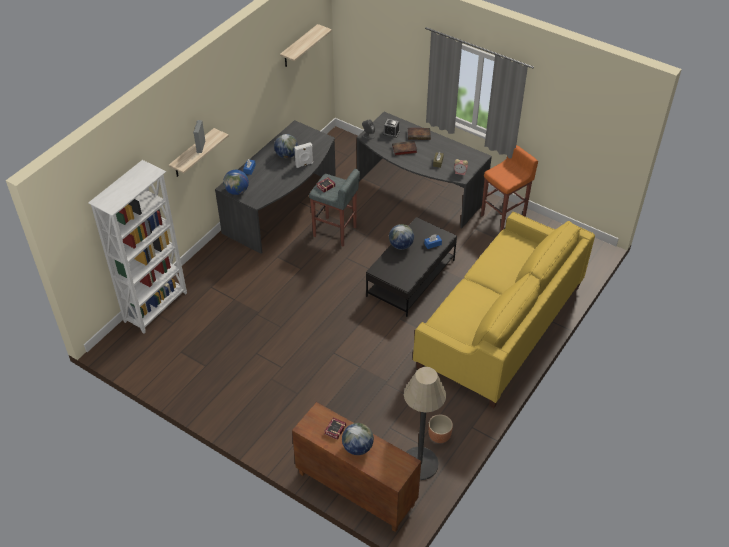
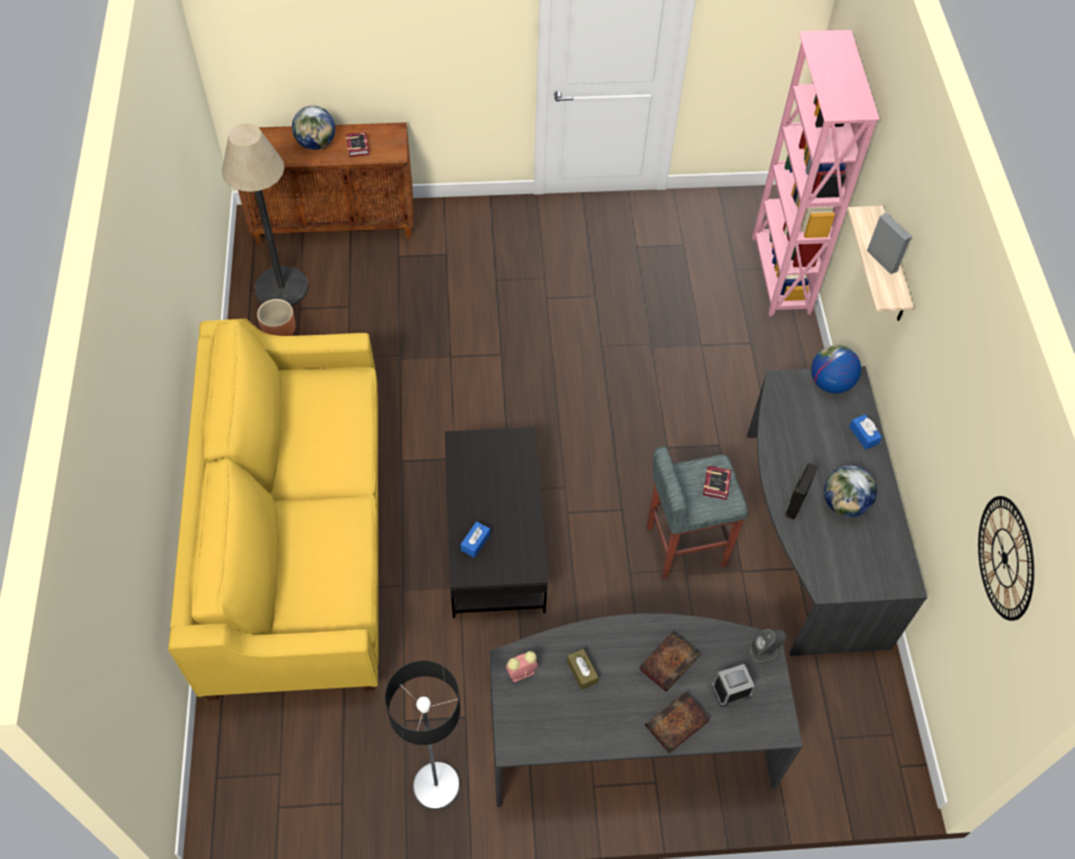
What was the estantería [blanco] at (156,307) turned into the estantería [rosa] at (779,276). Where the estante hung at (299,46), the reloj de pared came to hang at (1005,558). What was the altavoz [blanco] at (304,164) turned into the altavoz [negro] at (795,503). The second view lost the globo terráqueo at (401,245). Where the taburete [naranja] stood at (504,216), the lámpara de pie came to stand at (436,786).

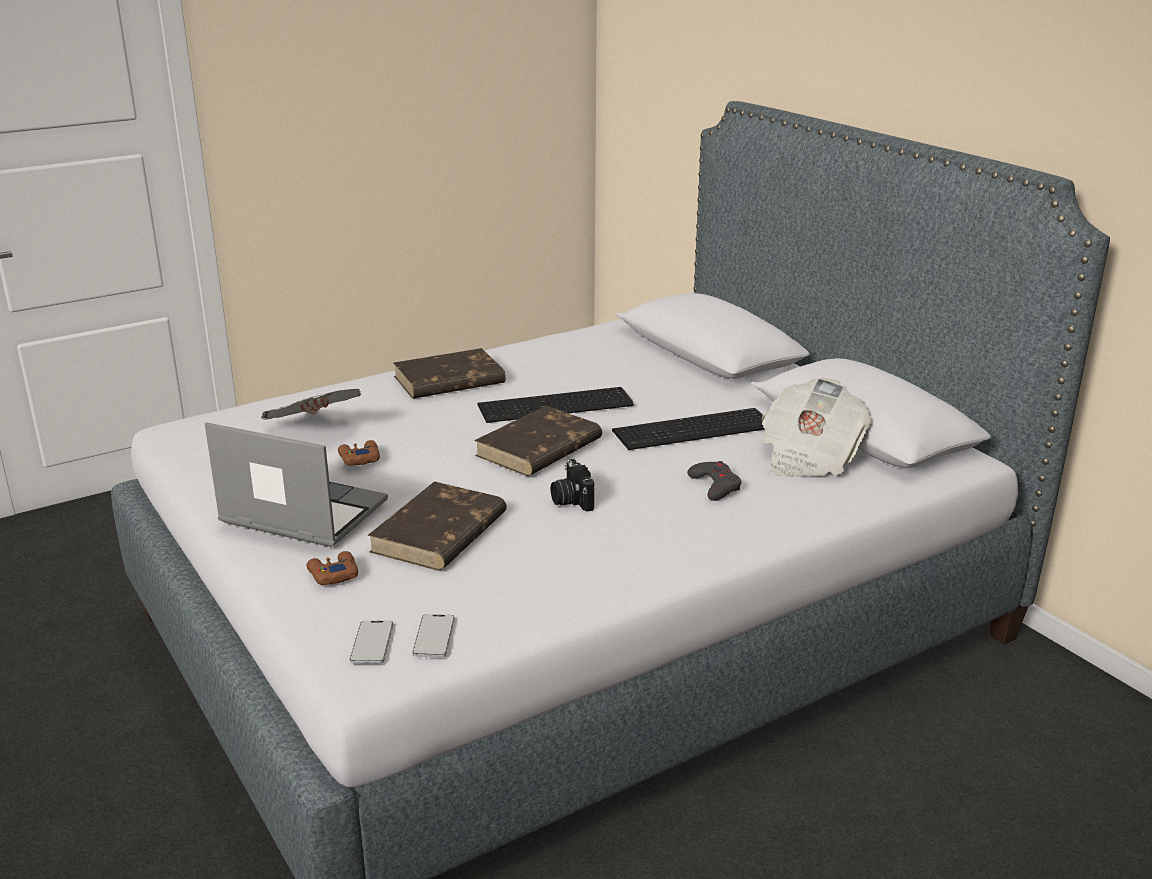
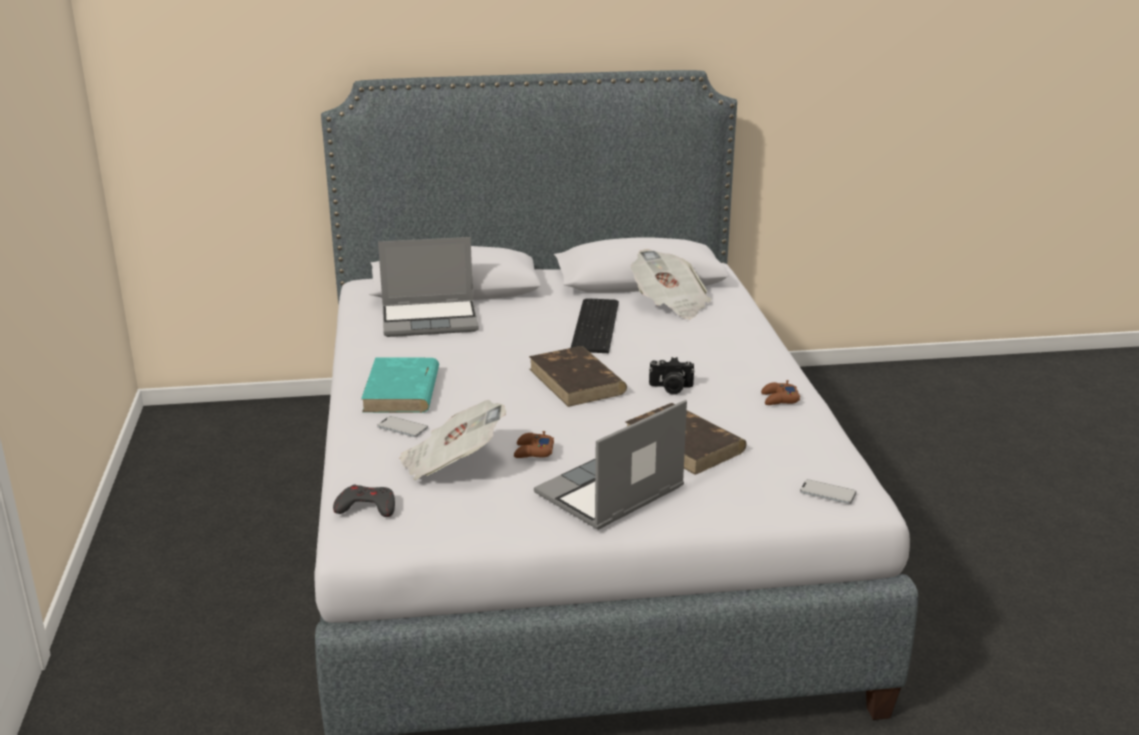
The mando de consola [marrón] ended up elsewhere, having gone from (333,574) to (779,399). What was the libro [marrón] at (448,380) turned into the libro [turquesa] at (401,391). The móvil ended up elsewhere, having gone from (434,637) to (402,428). The second view lost the teclado at (558,406). The mando de consola [gris] ended up elsewhere, having gone from (715,485) to (366,507). The second view gained the portátil at (431,320).

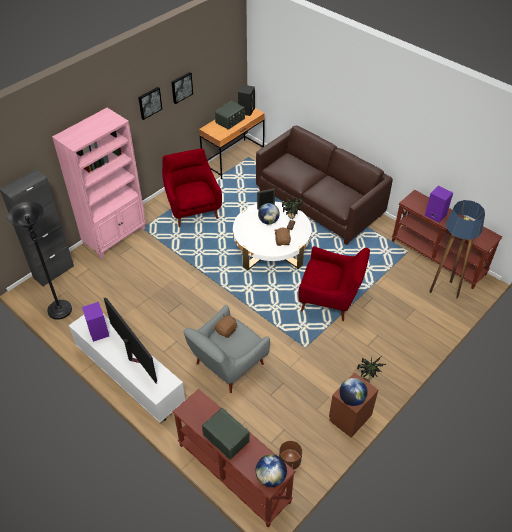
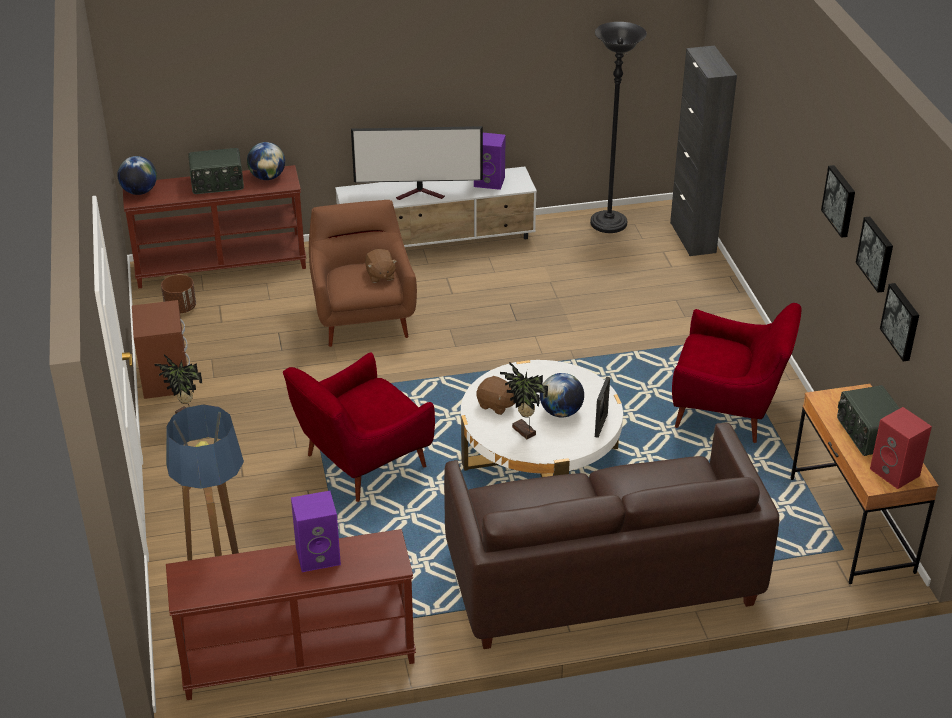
The second view lost the estantería [rosa] at (115,236). What was the sillón [gris] at (227,366) turned into the sillón [marrón] at (363,317). What was the altavoz [negro] at (246,110) turned into the altavoz [rojo] at (896,472). The globo terráqueo ended up elsewhere, having gone from (351,399) to (267,177). The second view gained the cuadro at (902,321).

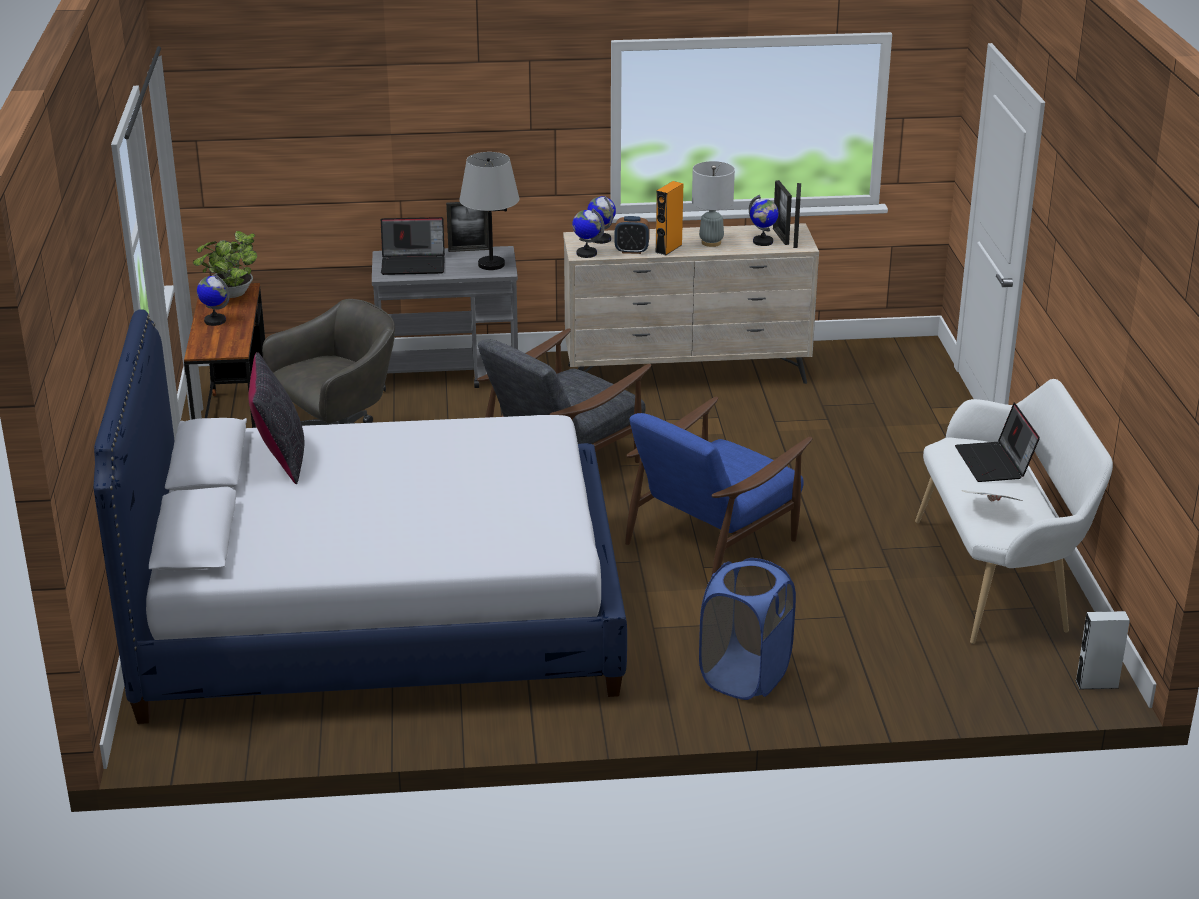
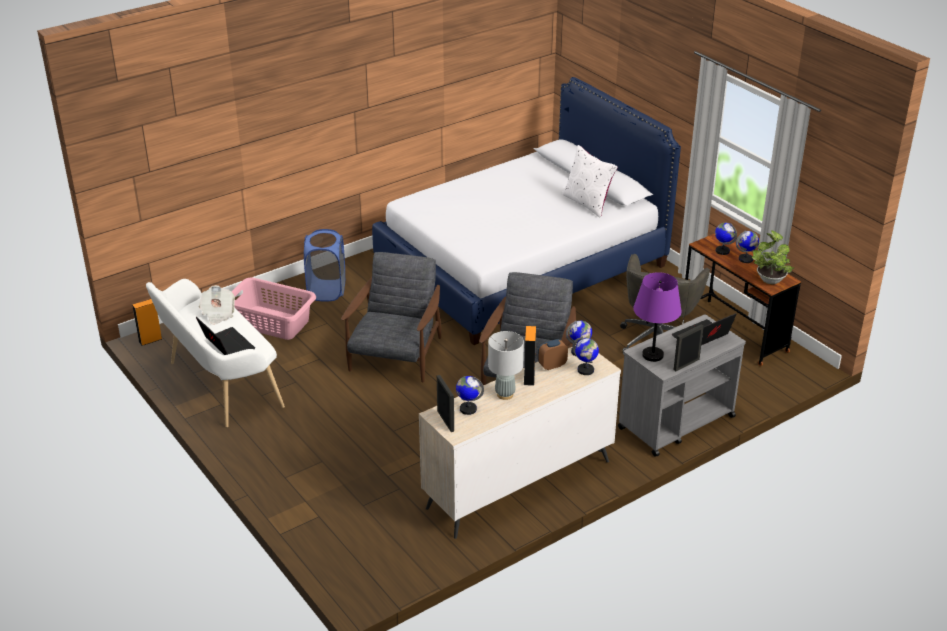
What was the cojín [negro] at (280,458) turned into the cojín [blanco] at (587,203). What was the lámpara de mesa [gris] at (491,265) turned into the lámpara de mesa [morado] at (652,355). What was the sillón [azul] at (713,538) turned into the sillón [gris] at (396,356). The second view lost the portarretratos at (780,236). What was the altavoz [blanco] at (1097,684) turned into the altavoz [naranja] at (150,340). The second view gained the cesto de la ropa [rosa] at (272,322). The second view gained the globo terráqueo at (722,251).

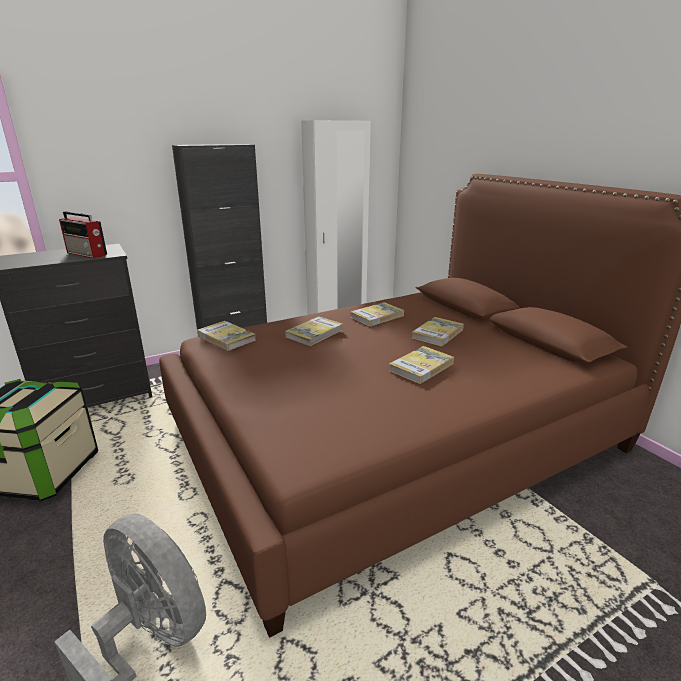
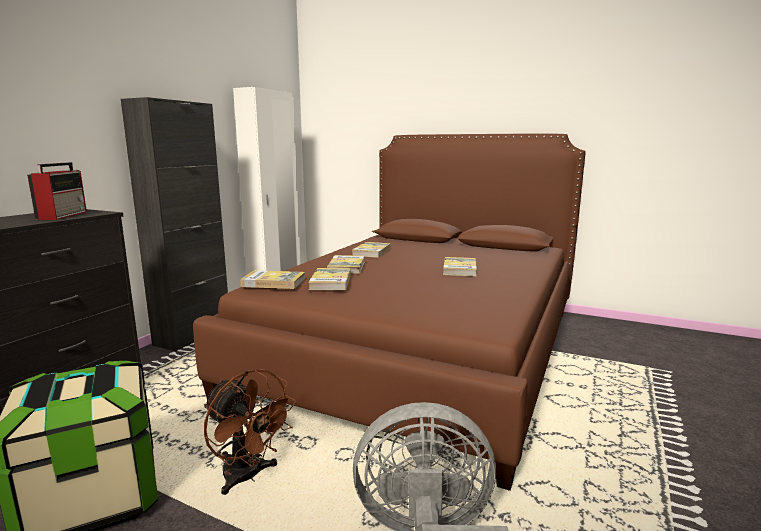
The radio at (87,254) ended up facing another way, 90 degrees counterclockwise from before. The libro ended up elsewhere, having gone from (437,334) to (330,282). The second view gained the ventilador [marrón] at (248,477).

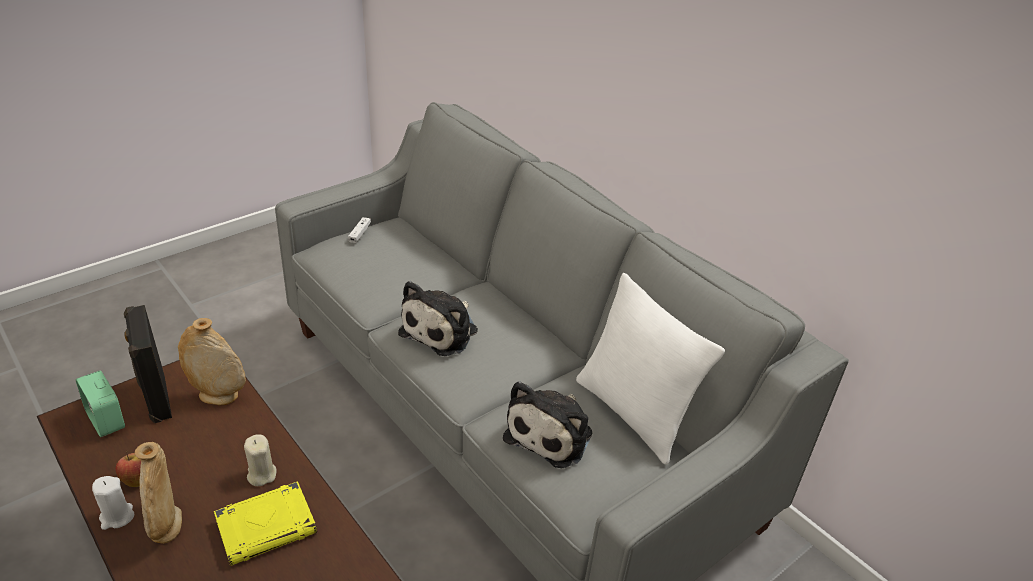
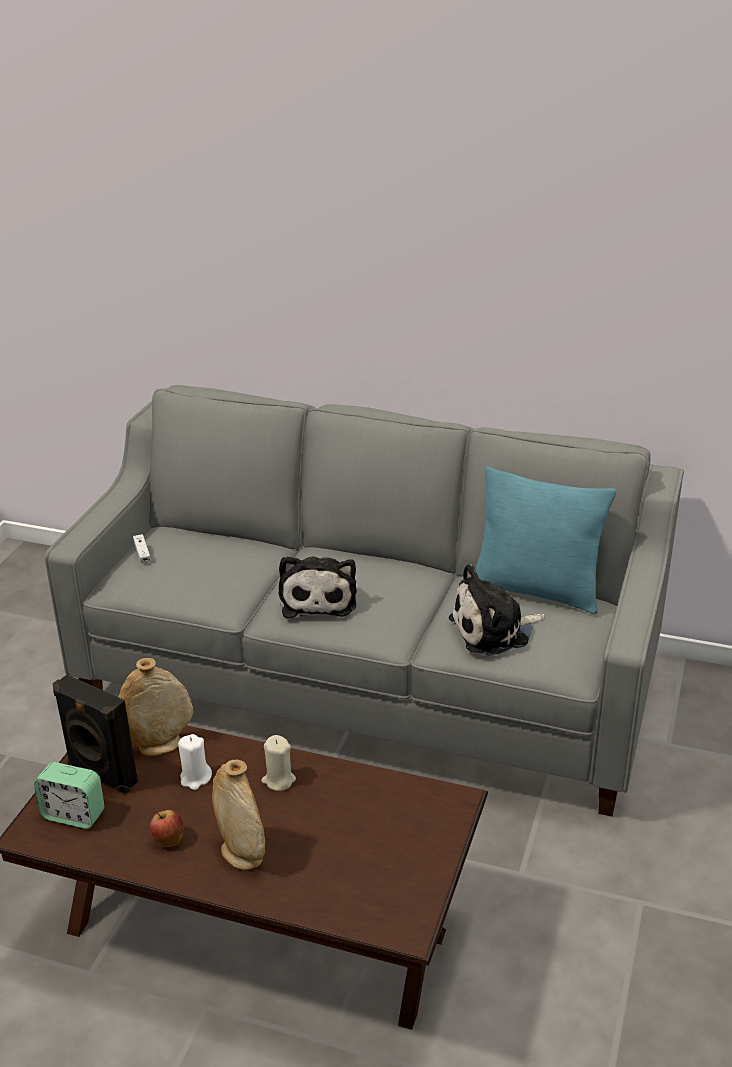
The vela [blanco] ended up elsewhere, having gone from (117,517) to (195,778). The second view lost the libro [amarillo] at (267,527). The peluche at (552,433) ended up facing another way, 75 degrees clockwise from before. What was the cojín [blanco] at (633,413) turned into the cojín [turquesa] at (536,591).

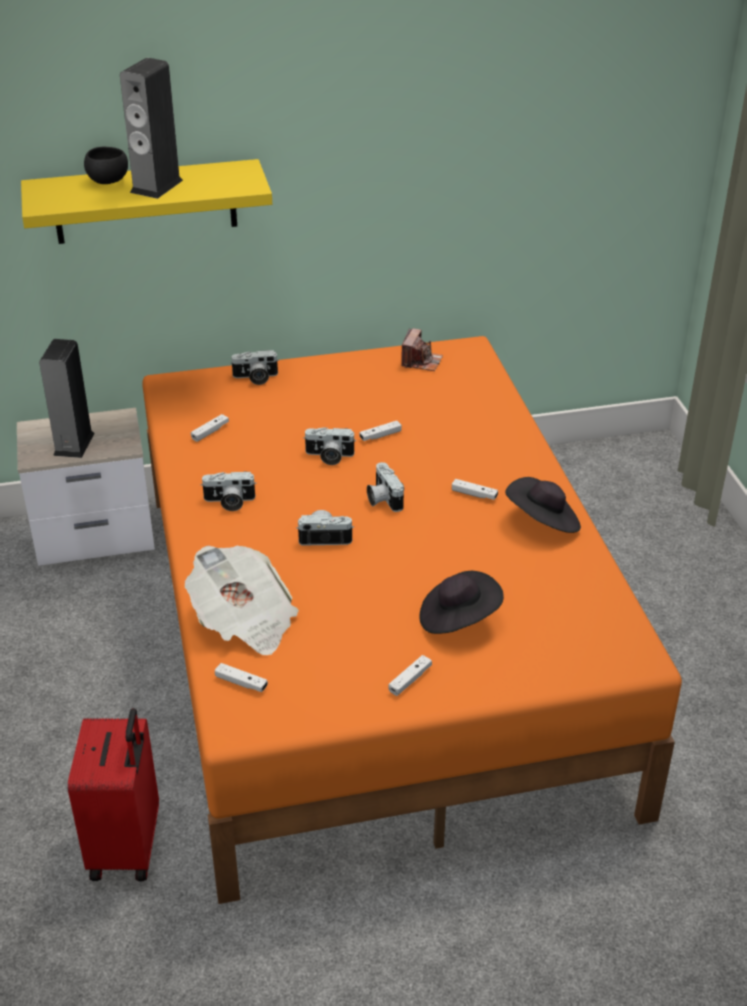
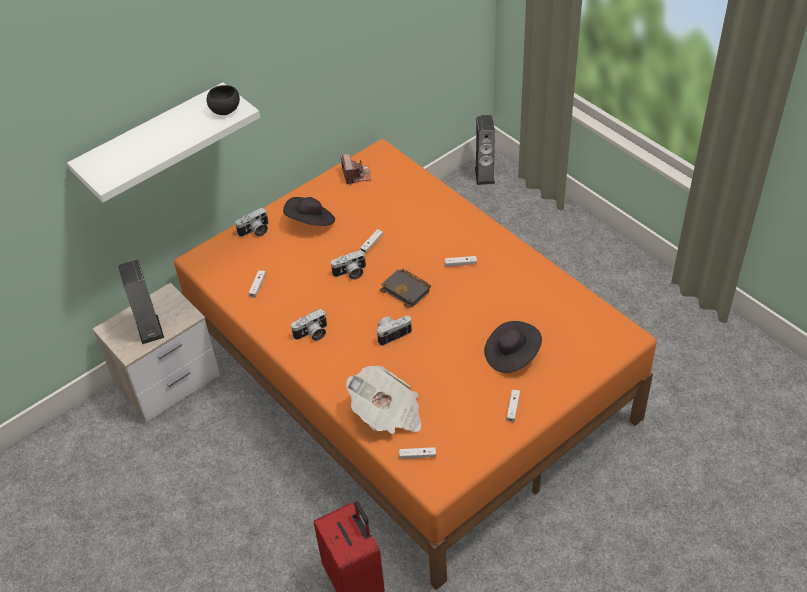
What was the estante [amarillo] at (145,202) turned into the estante [blanco] at (153,141). The cuenco [negro] ended up elsewhere, having gone from (108,181) to (225,110). The altavoz ended up elsewhere, having gone from (156,186) to (484,175). Where the cámara stood at (382,499), the libro [negro] came to stand at (407,290). The sombrero [negro] ended up elsewhere, having gone from (543,522) to (311,222).

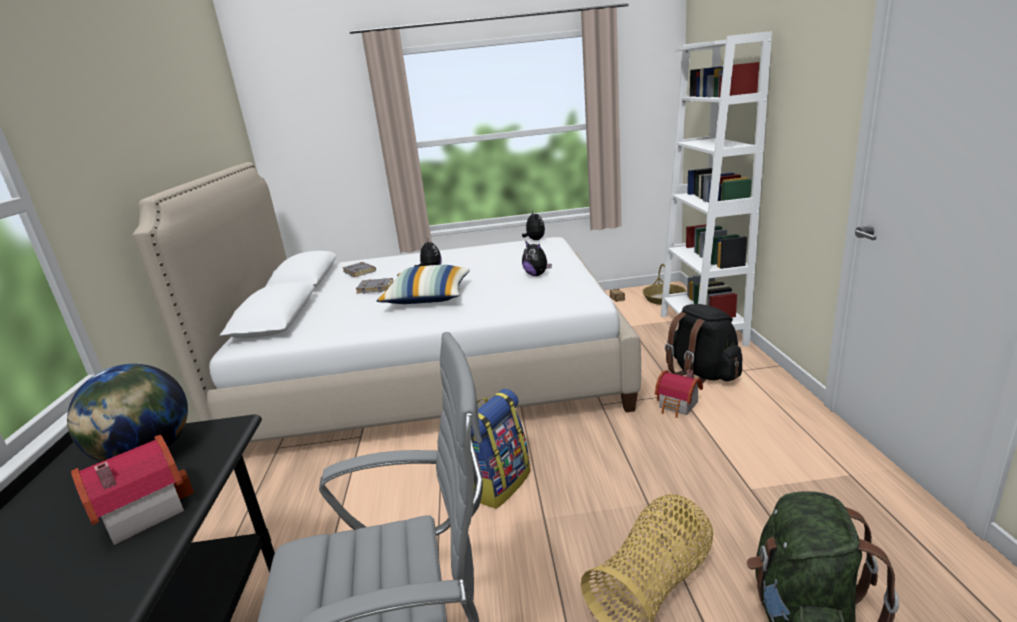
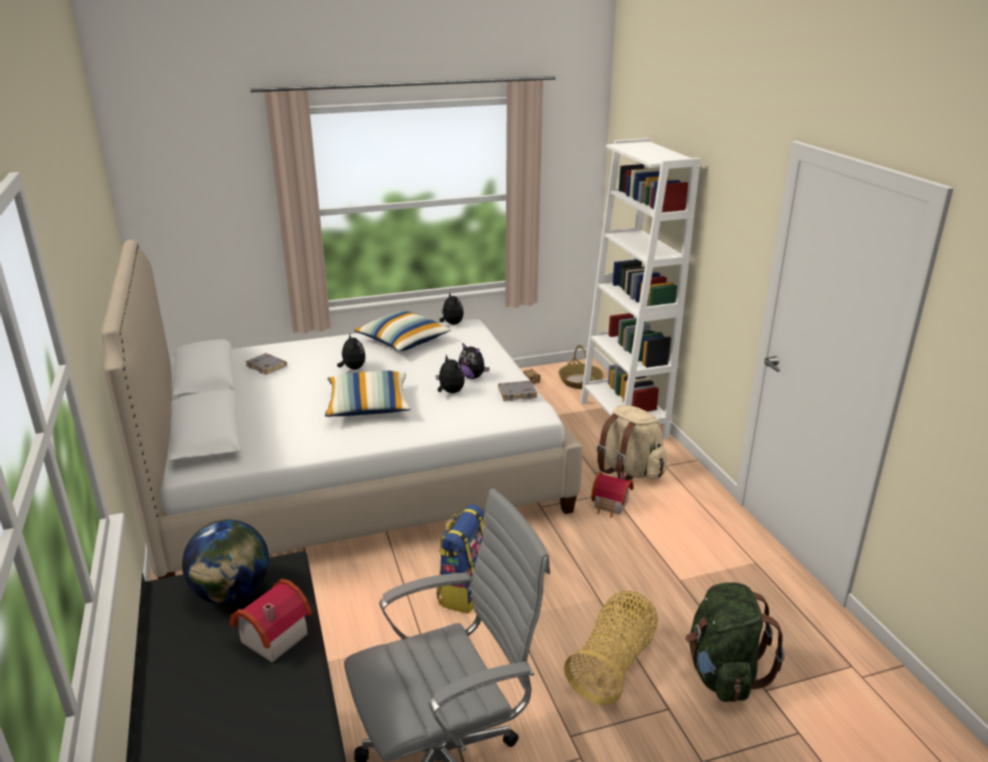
The libro [gris] ended up elsewhere, having gone from (376,288) to (517,393). What was the mochila [negro] at (702,374) turned into the mochila [beis] at (629,470). The second view gained the cojín at (403,342). The second view gained the peluche at (450,392).

